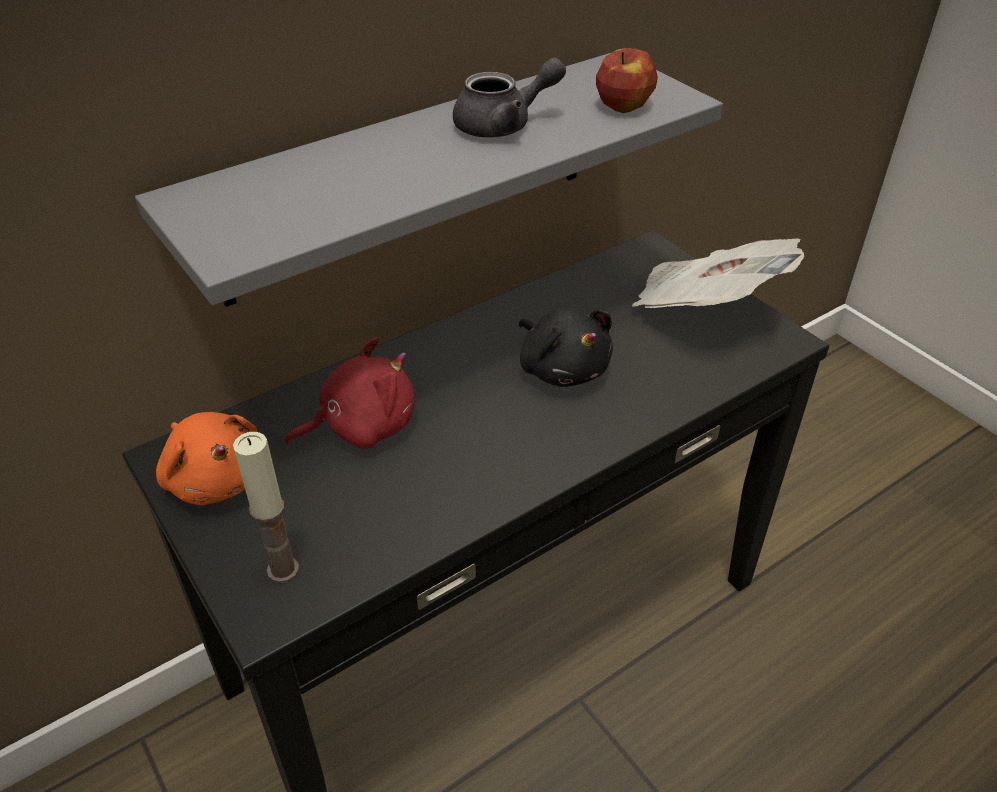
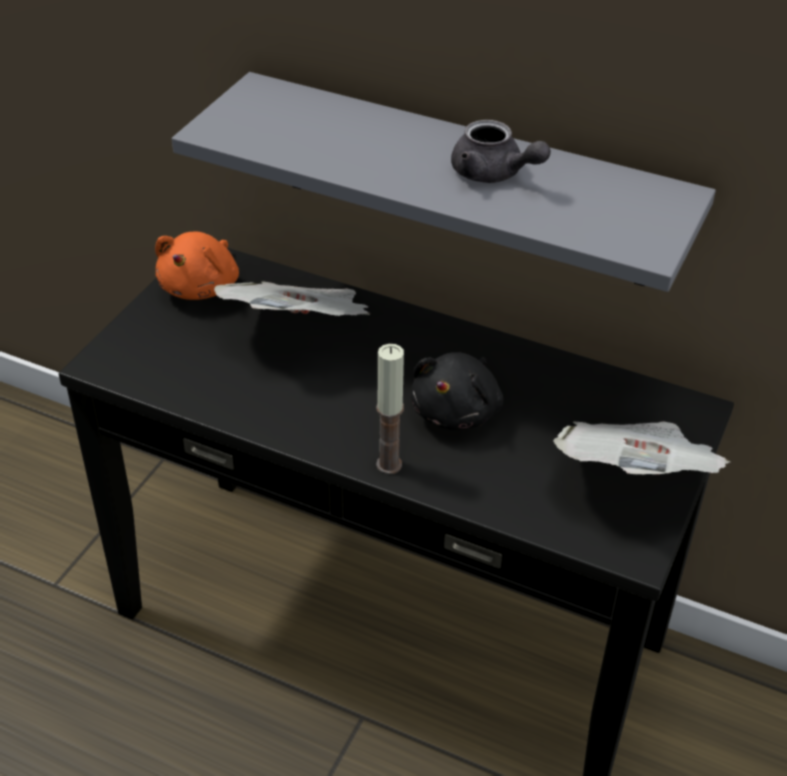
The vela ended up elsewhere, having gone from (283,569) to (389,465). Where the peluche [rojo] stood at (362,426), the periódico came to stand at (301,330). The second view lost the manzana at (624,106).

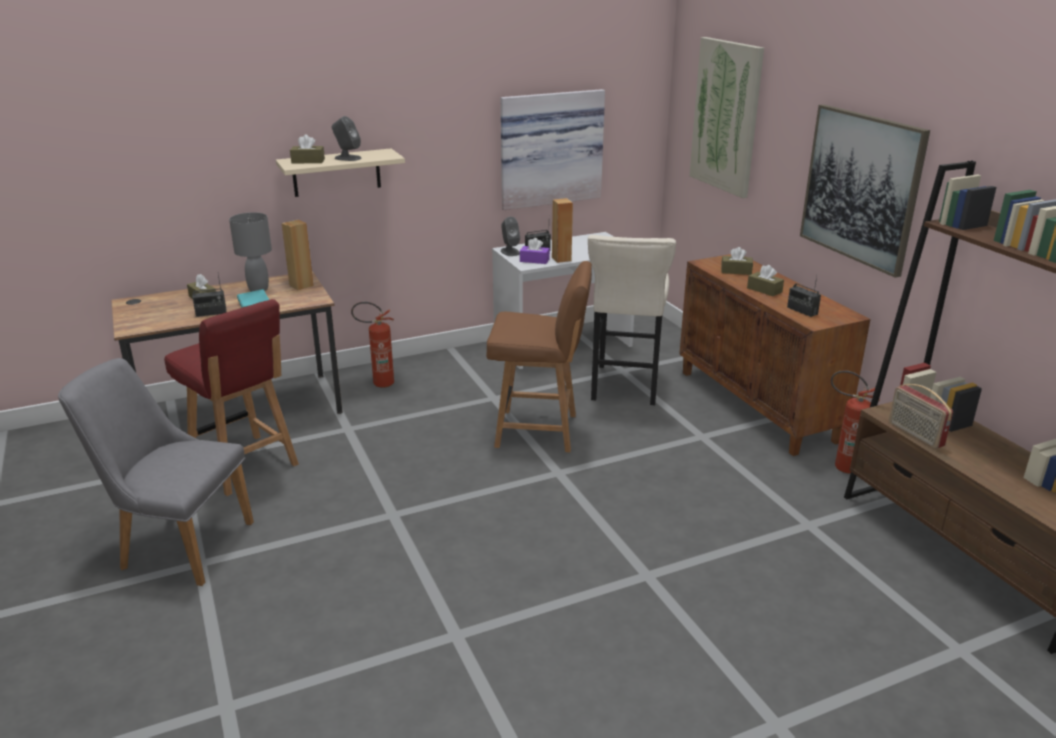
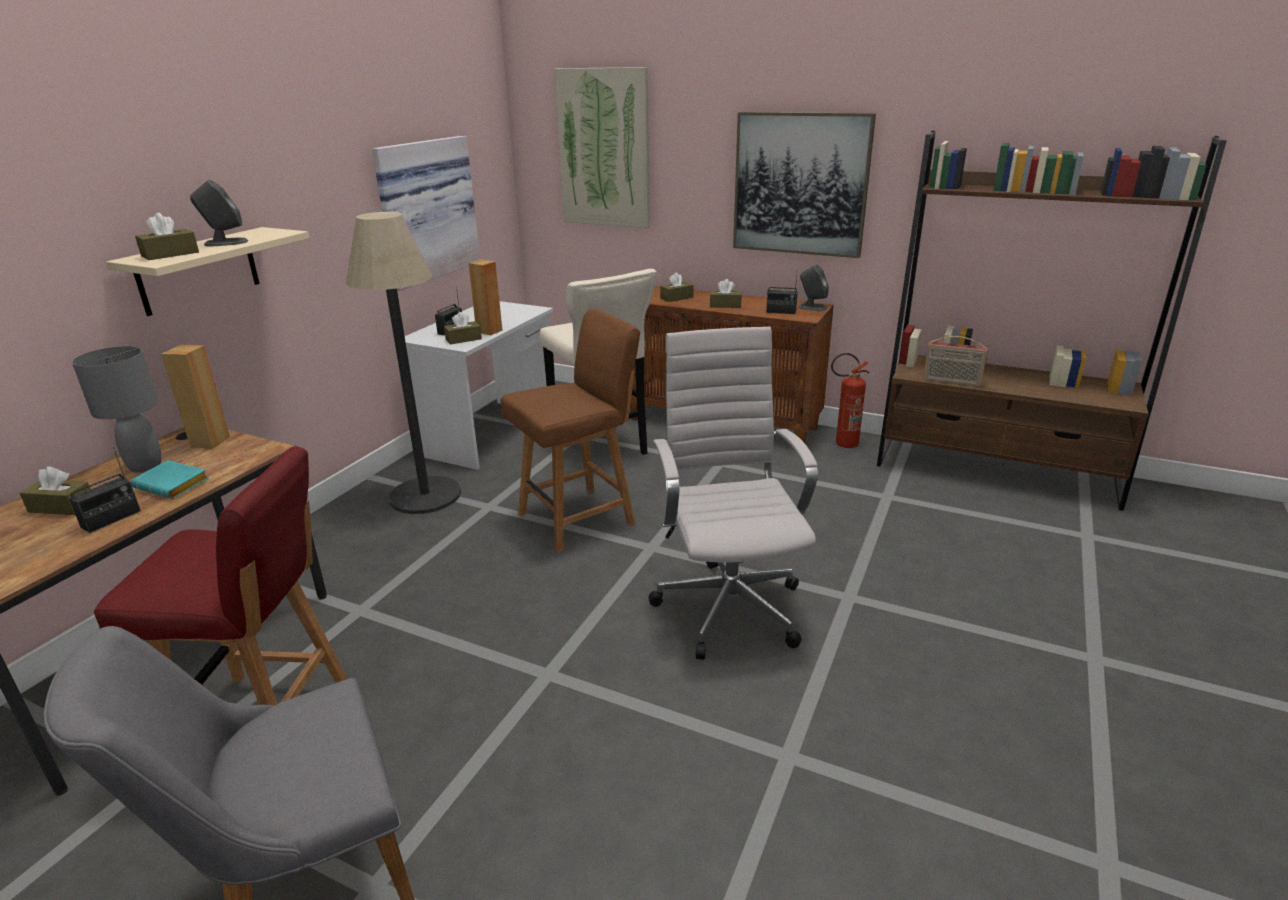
The second view lost the extintor at (378,384). The altavoz [gris] ended up elsewhere, having gone from (510,252) to (812,307). What was the caja de pañuelos [morado] at (534,260) turned into the caja de pañuelos [marrón] at (463,339). The second view gained the lámpara de pie at (425,495). The second view gained the silla de oficina [blanco] at (728,604).

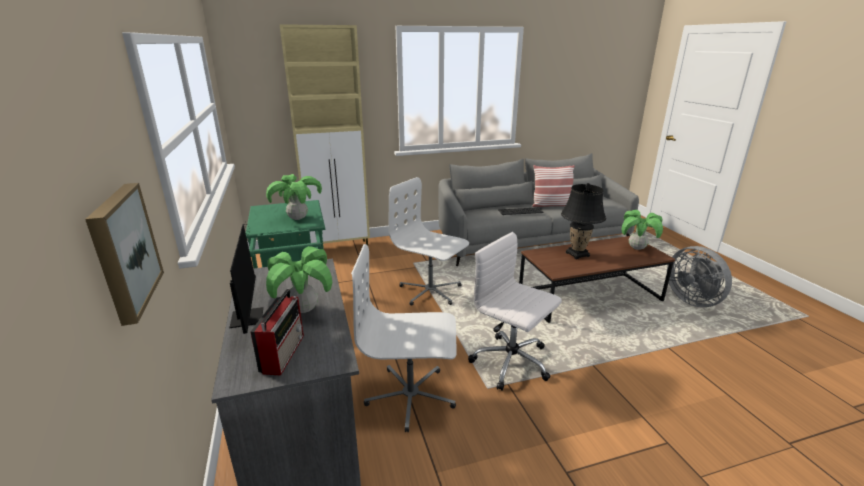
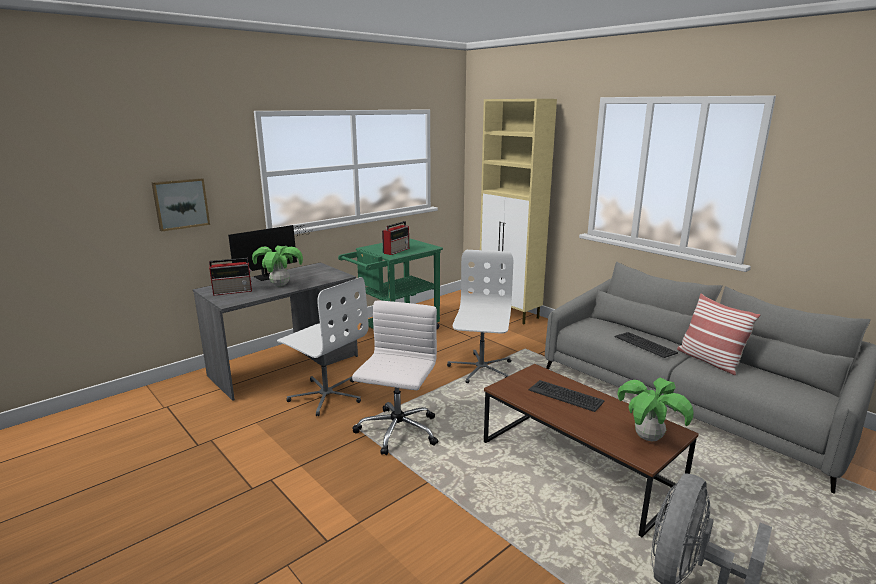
Where the planta en maceta stood at (297,218), the radio came to stand at (397,250). The silla de oficina [blanco] at (411,396) ended up facing another way, 150 degrees clockwise from before. Where the lámpara de mesa [negro] stood at (577,254), the teclado came to stand at (566,396).

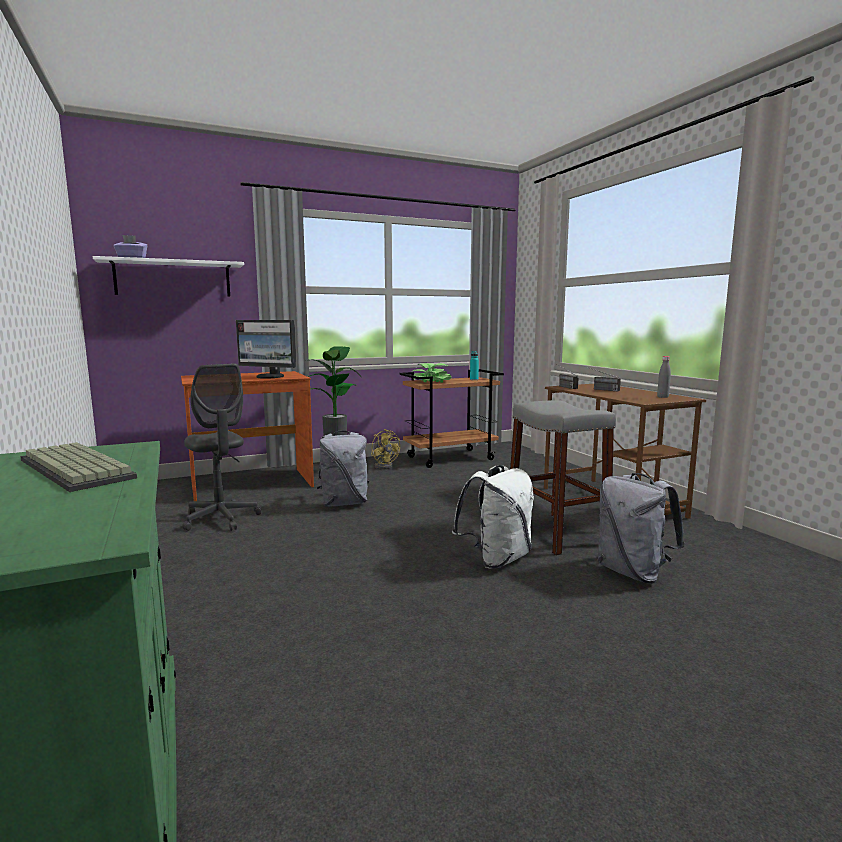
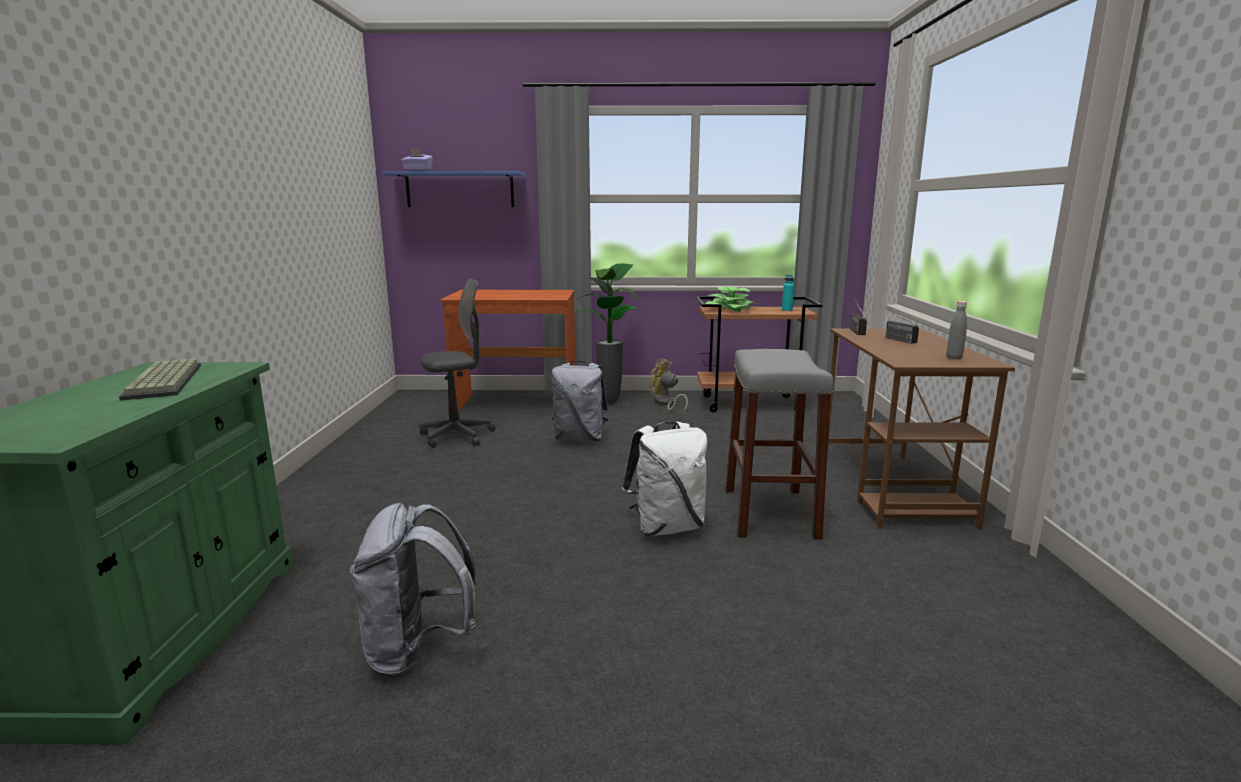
What was the estante [blanco] at (173,278) turned into the estante [azul] at (460,190). The silla de oficina [gris] at (221,518) ended up facing another way, 105 degrees counterclockwise from before. The second view lost the monitor at (270,377). The ventilador [amarillo] at (384,466) ended up facing another way, 135 degrees clockwise from before. The mochila [gris] ended up elsewhere, having gone from (633,572) to (418,651).

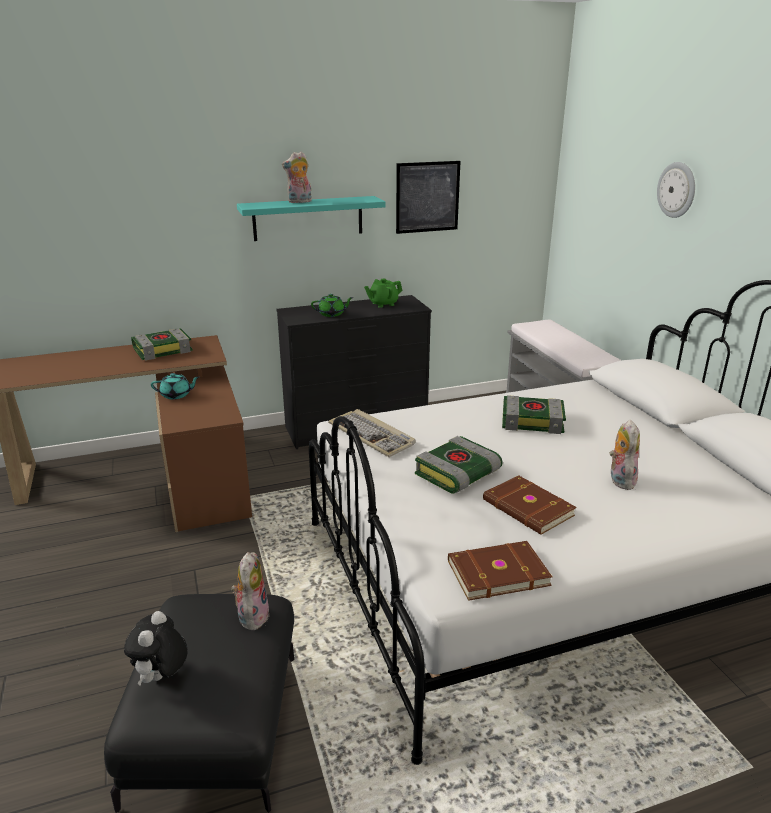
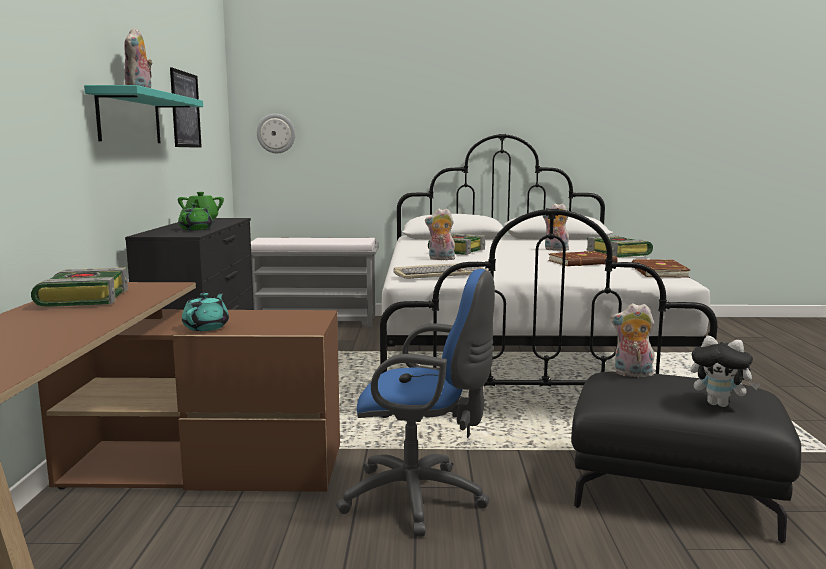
The libro ended up elsewhere, having gone from (457,474) to (619,254). The reloj de pared ended up elsewhere, having gone from (677,190) to (276,133). The second view gained the silla de oficina [azul] at (421,499). The second view gained the peluche at (440,259).

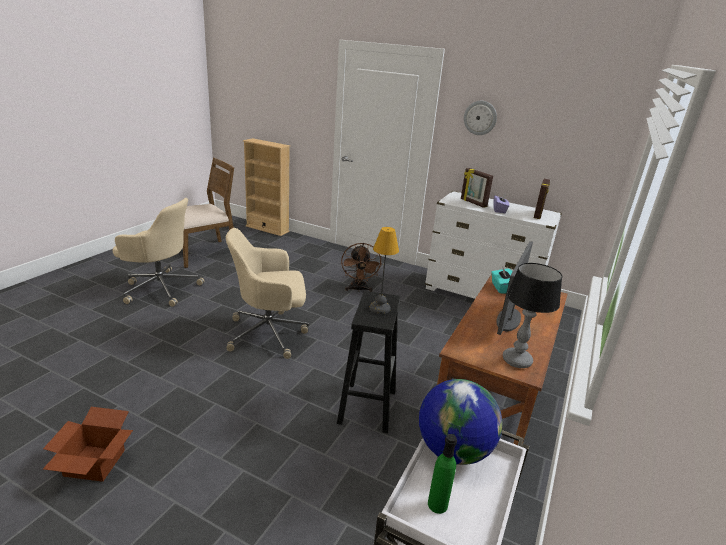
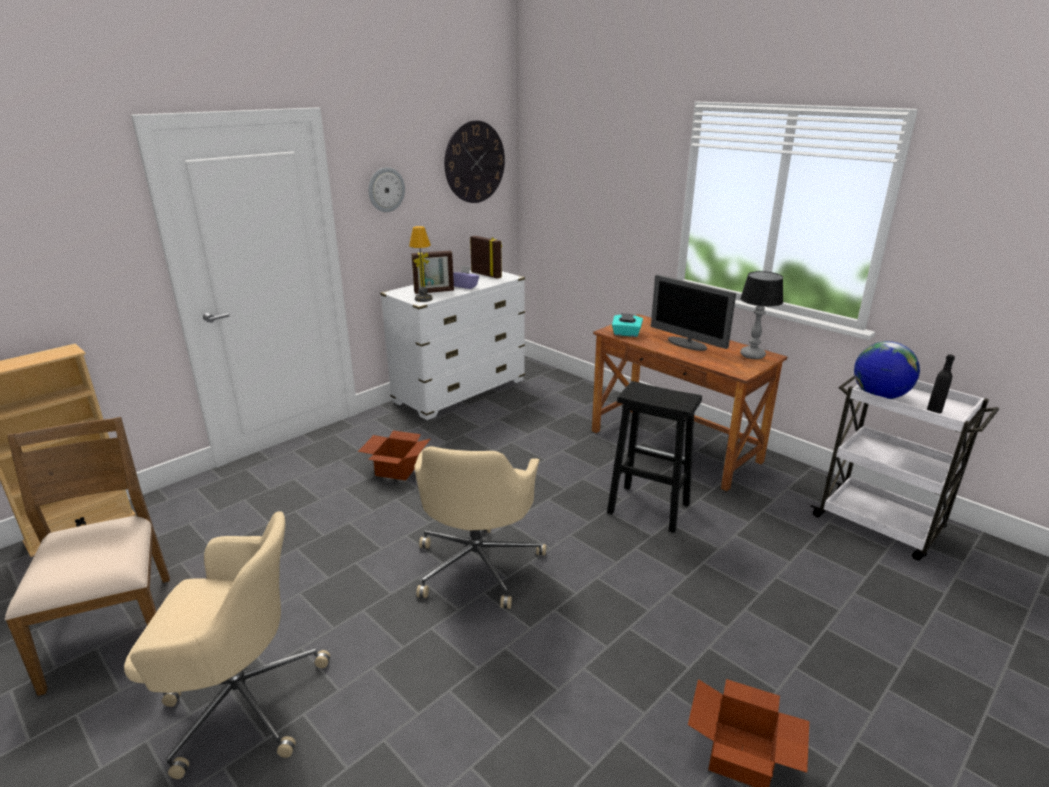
The silla de oficina [beis] at (160,288) ended up facing another way, 60 degrees clockwise from before. Where the ventilador [marrón] stood at (358,289), the caja de cartón came to stand at (396,468). The lámpara de mesa ended up elsewhere, having gone from (379,309) to (424,299). What was the botella [verde] at (437,504) turned into the botella [negro] at (934,410). The second view gained the reloj de pared at (474,162).

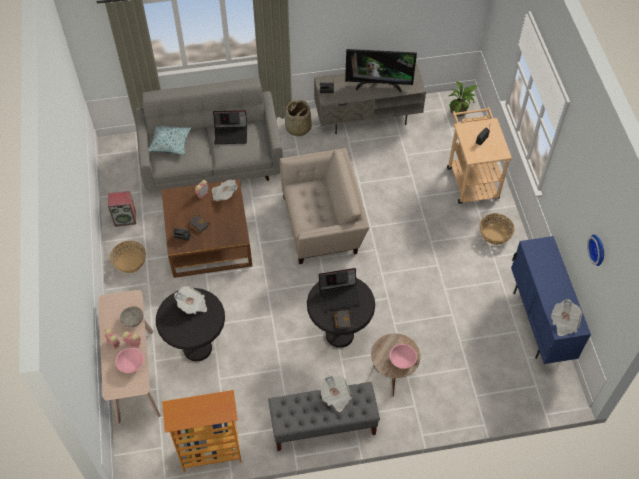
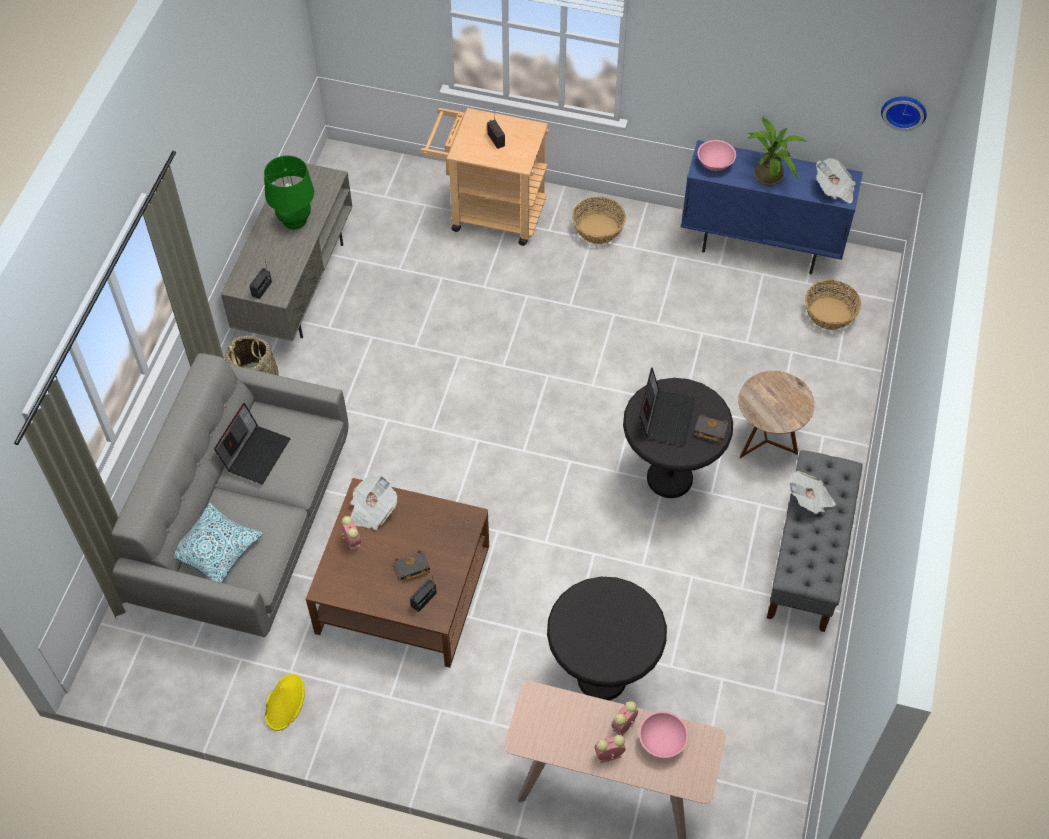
Where the altavoz stood at (125,218), the sombrero [amarillo] came to stand at (285,702). The cesta ended up elsewhere, having gone from (129,262) to (829,314). The second view lost the cuenco [gris] at (133,319). The second view lost the estantería at (211,454). The second view lost the periódico at (192,305). The second view lost the sillón [beis] at (323,224). Where the televisor stood at (378,84), the lámpara de mesa [verde] came to stand at (294,220). The cuenco [rosa] ended up elsewhere, having gone from (402,360) to (715,163). The planta en maceta ended up elsewhere, having gone from (460,111) to (768,173). The reloj de pared ended up elsewhere, having gone from (598,249) to (904,110).

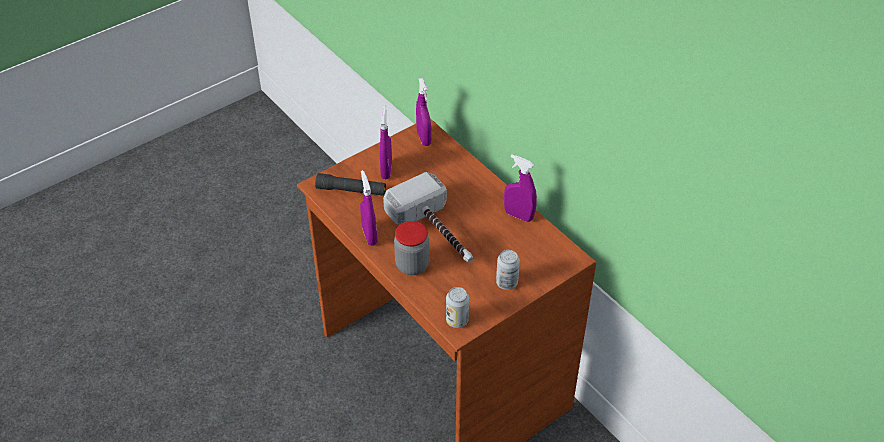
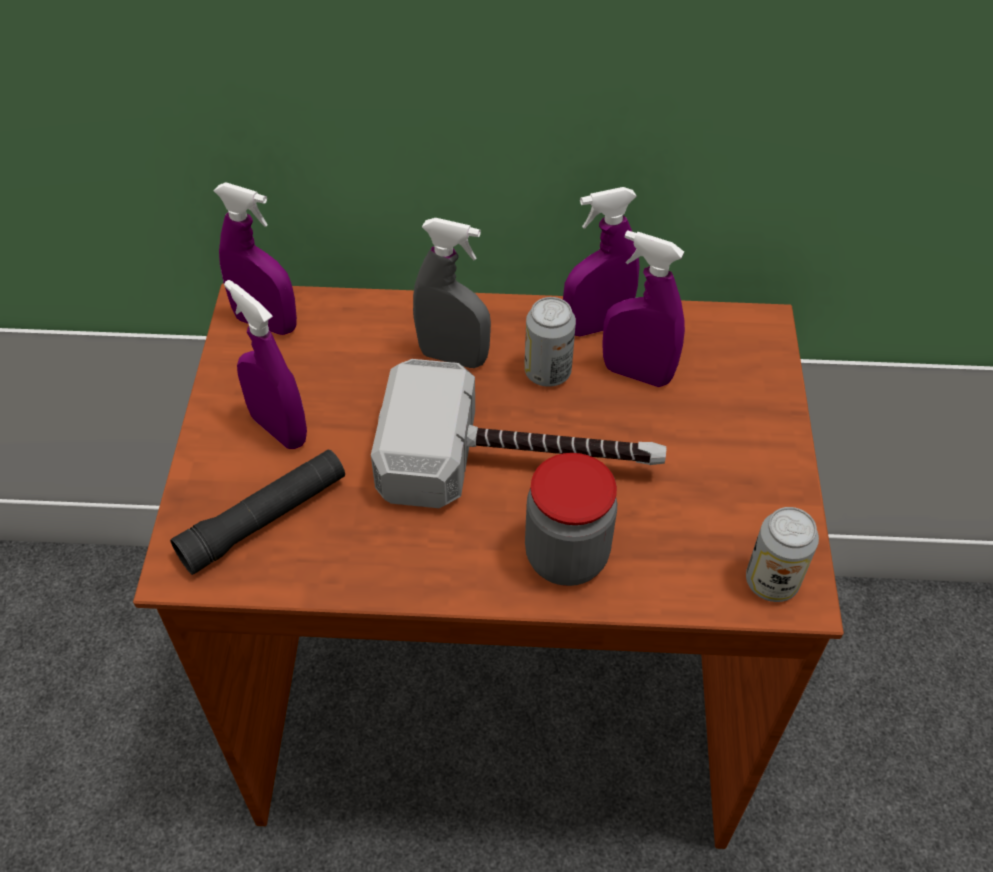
The pulverizador [morado] ended up elsewhere, having gone from (369,235) to (636,373). The lata ended up elsewhere, having gone from (506,283) to (547,372). The second view gained the pulverizador [gris] at (453,357).

